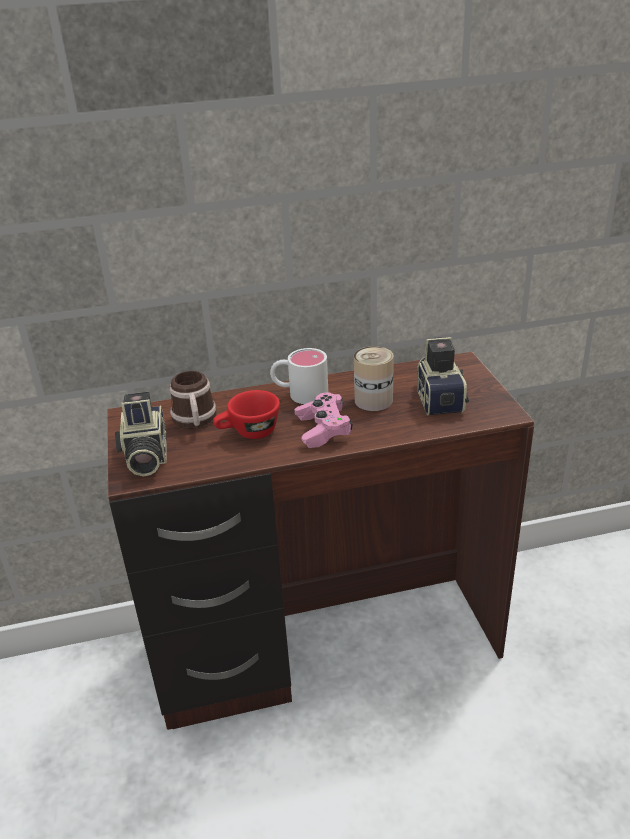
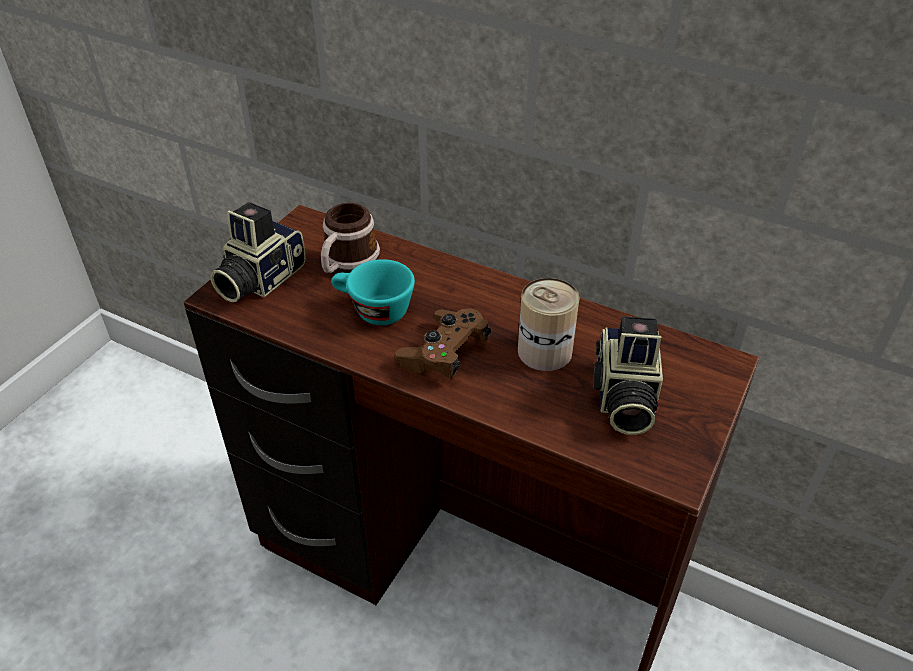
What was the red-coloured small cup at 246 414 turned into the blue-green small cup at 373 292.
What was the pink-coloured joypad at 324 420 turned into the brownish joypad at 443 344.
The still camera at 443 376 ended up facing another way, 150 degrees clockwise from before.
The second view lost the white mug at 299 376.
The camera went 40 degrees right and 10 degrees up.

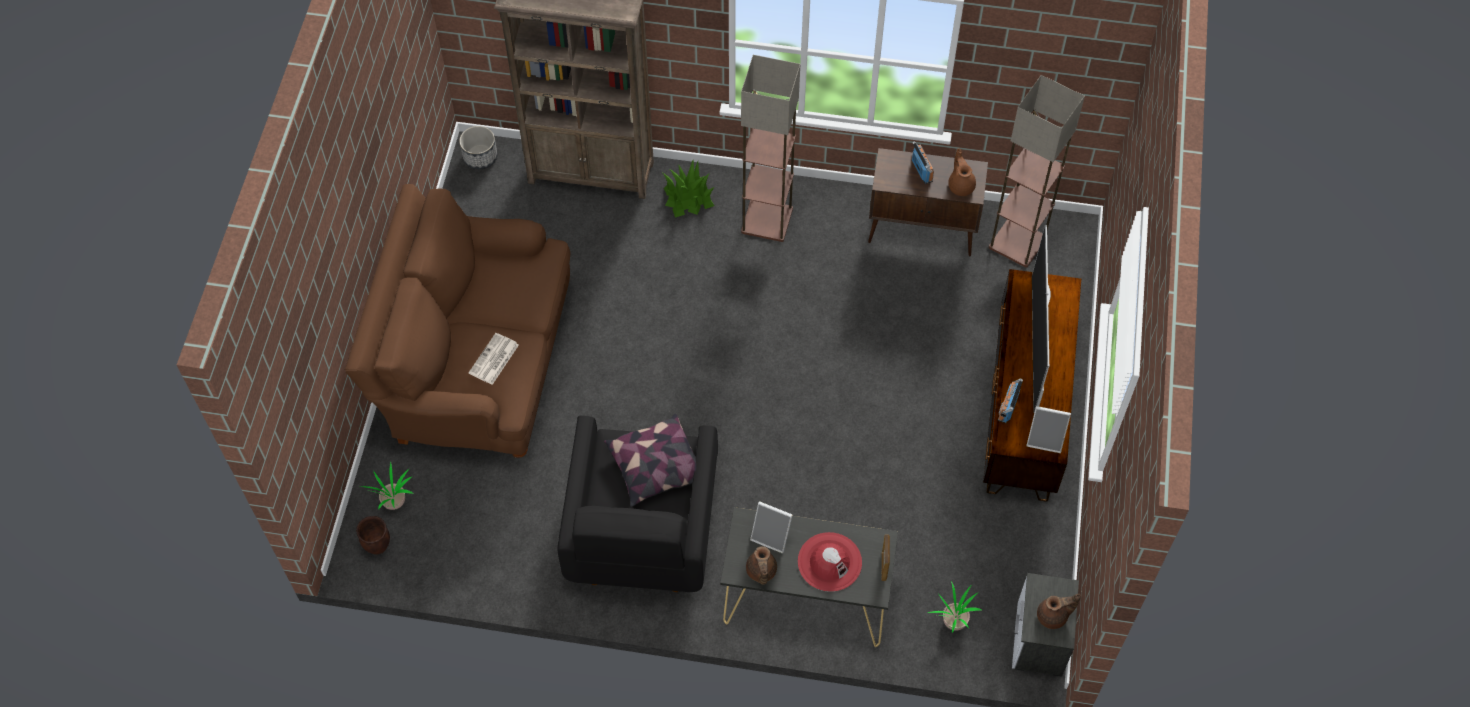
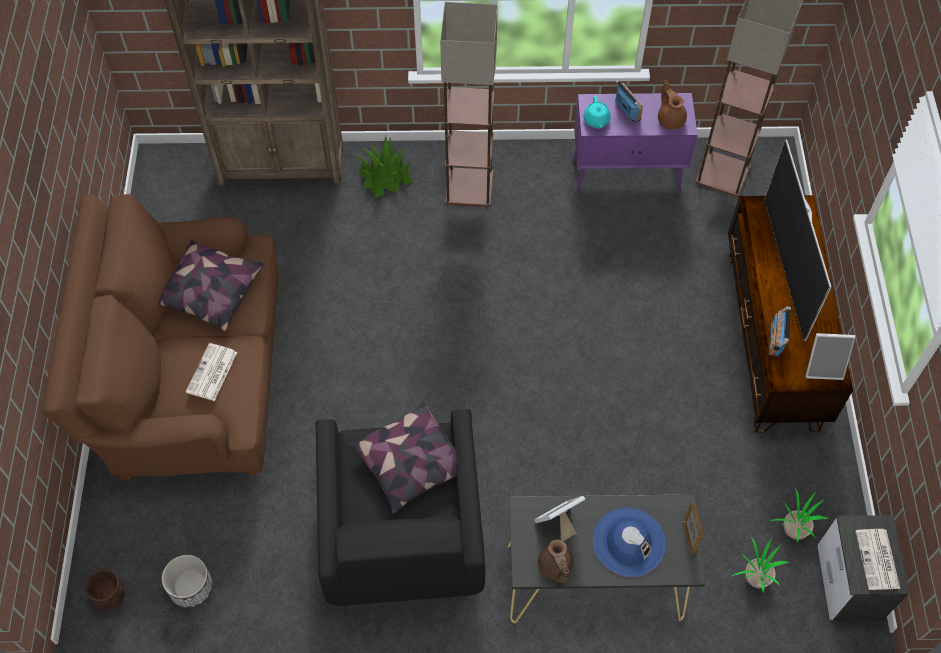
The second view gained the pillow at 211 285.
The flower pot ended up elsewhere, having gone from 478 147 to 187 581.
The picture frame at 771 527 ended up facing another way, 135 degrees clockwise from before.
What was the brownish cabinet at 928 202 turned into the purple-coloured cabinet at 635 144.
The second view gained the blue-green pot for tea at 597 112.
What was the red-coloured clothing hat at 830 562 turned into the blue clothing hat at 629 542.
The houseplant ended up elsewhere, having gone from 387 485 to 799 515.
Where the brownish pot for tea stood at 1059 611, the printed paper came to stand at 877 559.
The camera went 10 degrees left and 0 degrees up.

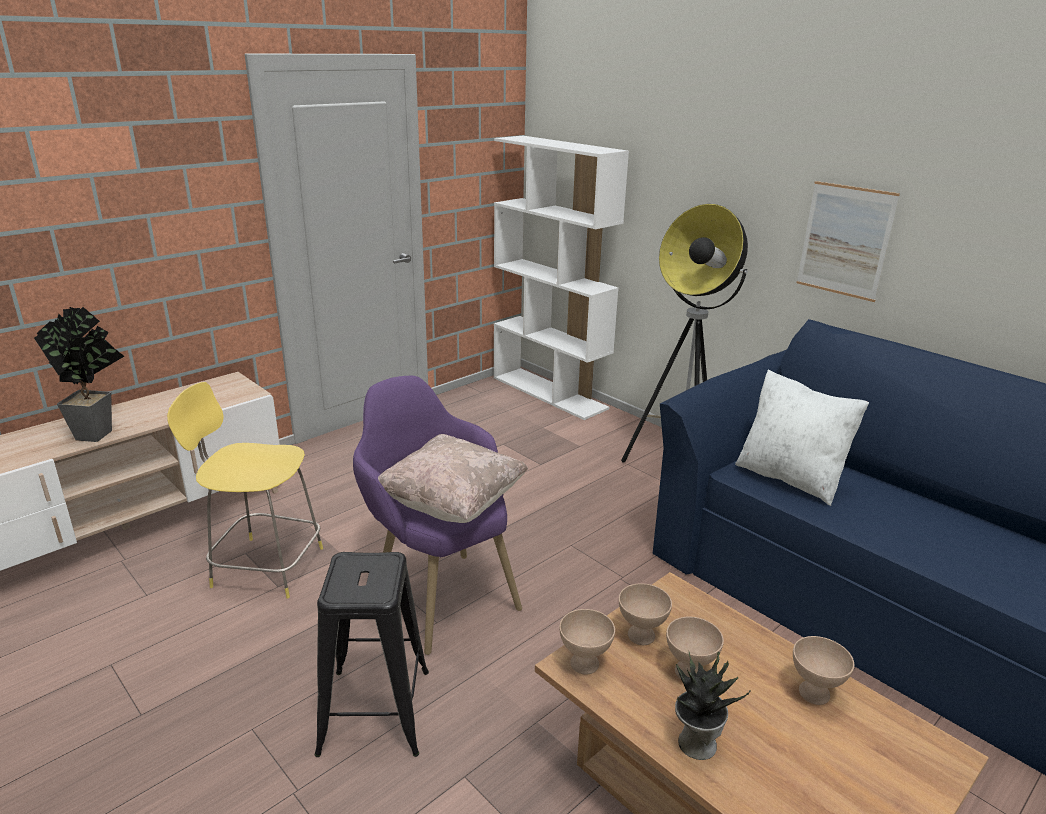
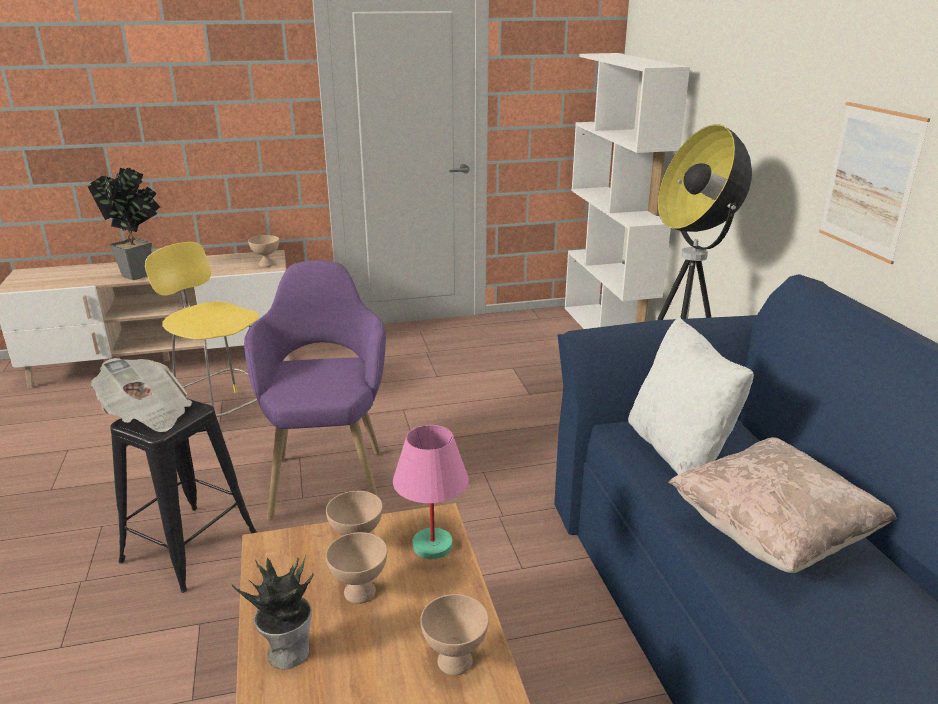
The second view gained the printed paper at 141 395.
The beige-coloured serving bowl ended up elsewhere, having gone from 587 642 to 263 251.
The second view gained the pink-coloured lamp for a table at 431 492.
The beige-coloured pillow ended up elsewhere, having gone from 453 478 to 782 505.
The camera went 30 degrees right and 0 degrees up.

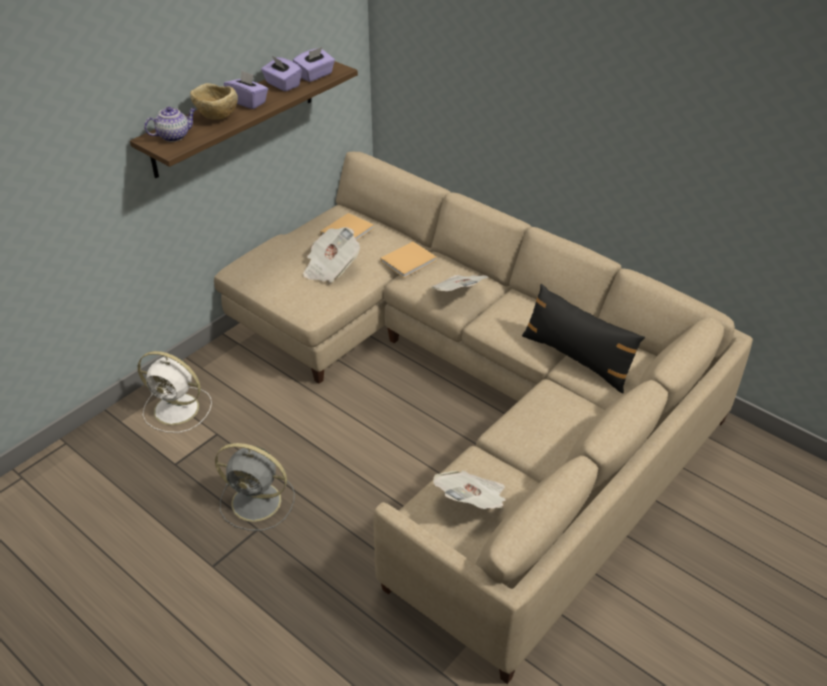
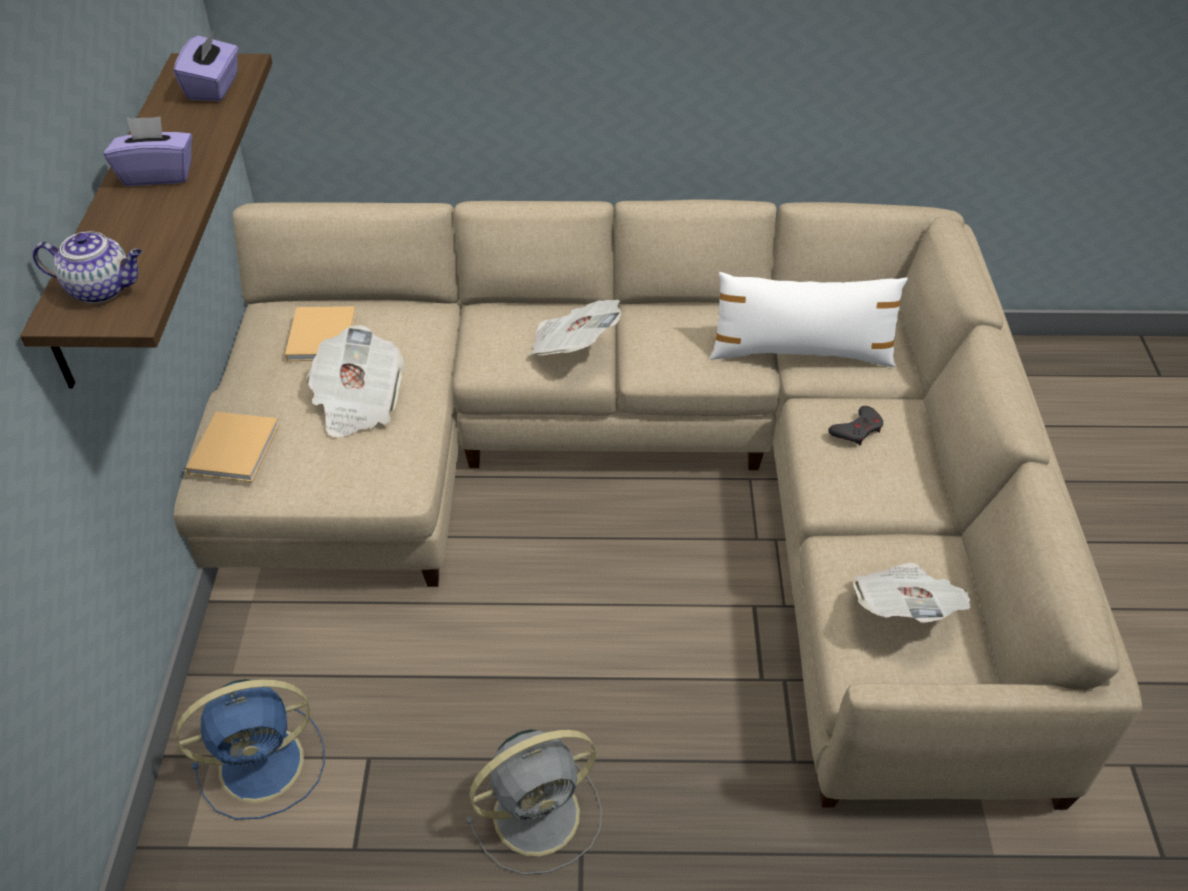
The pot for tea at 170 124 ended up facing another way, 75 degrees clockwise from before.
What was the white cooling fan at 175 392 turned into the blue cooling fan at 250 749.
The beige-coloured book ended up elsewhere, having gone from 409 260 to 232 447.
What was the black-coloured pillow at 583 338 turned into the white pillow at 809 319.
The second view gained the grey joypad at 855 425.
The second view lost the beige-coloured serving bowl at 214 101.
The second view lost the purple-coloured tissue box at 281 74.
The camera went 40 degrees left and 5 degrees up.

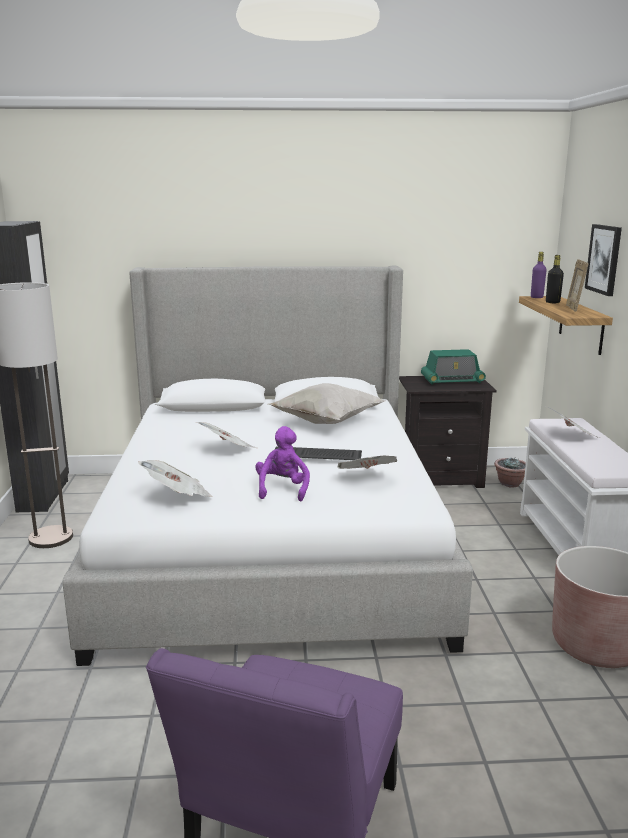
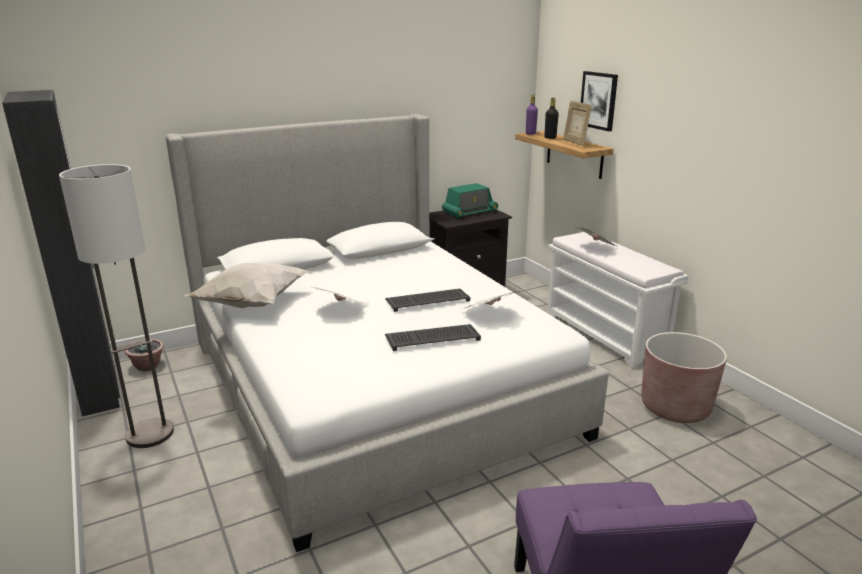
The houseplant ended up elsewhere, having gone from 510 472 to 144 355.
The white pillow ended up elsewhere, having gone from 326 403 to 247 285.
Where the purple-coloured cuddly toy stood at 282 463, the computer keyboard came to stand at 433 337.
The second view lost the printed paper at 175 478.
The camera went 25 degrees left and 5 degrees up.

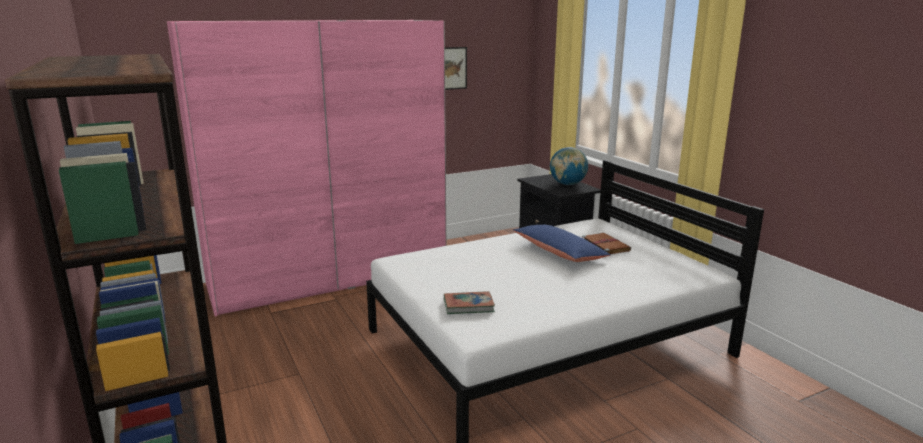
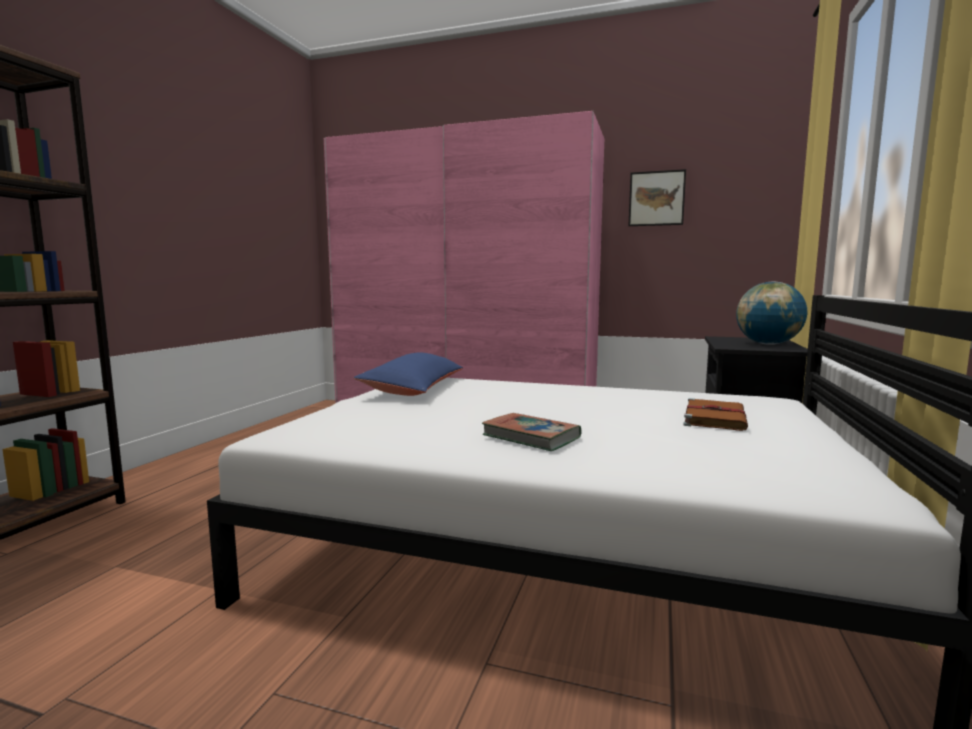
The blue pillow ended up elsewhere, having gone from 561 243 to 408 374.
The book ended up elsewhere, having gone from 469 302 to 531 432.
The camera went 45 degrees right and 10 degrees down.

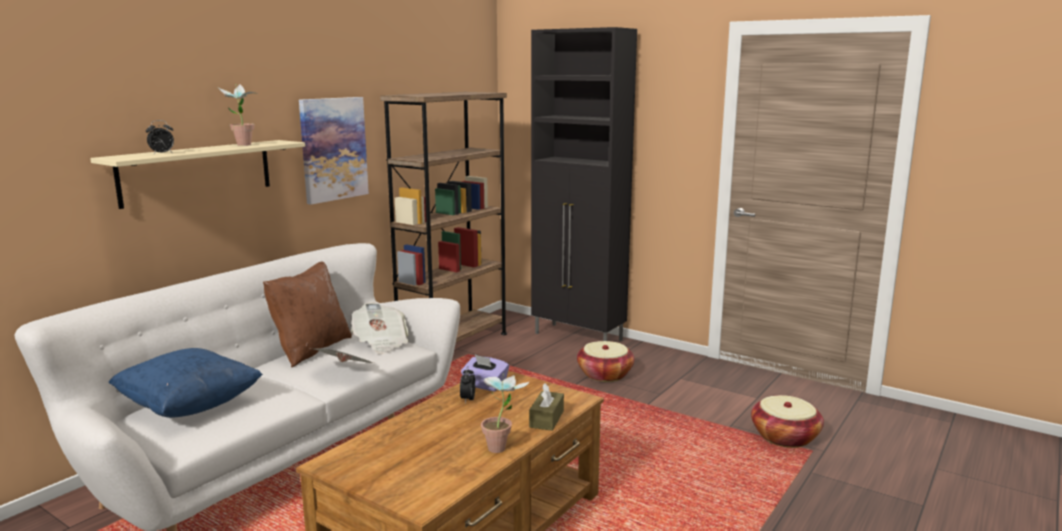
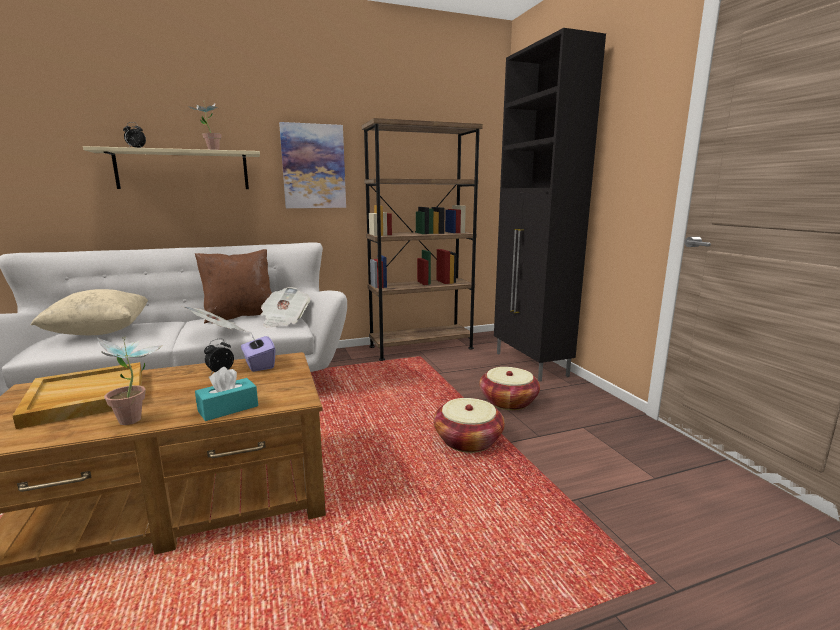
The second view gained the beige-coloured carrying tray at 77 395.
What was the blue pillow at 186 383 turned into the beige-coloured pillow at 89 312.
What was the brownish tissue box at 546 407 turned into the blue-green tissue box at 226 394.
The basket ended up elsewhere, having gone from 787 421 to 469 425.
The camera went 35 degrees right and 0 degrees up.

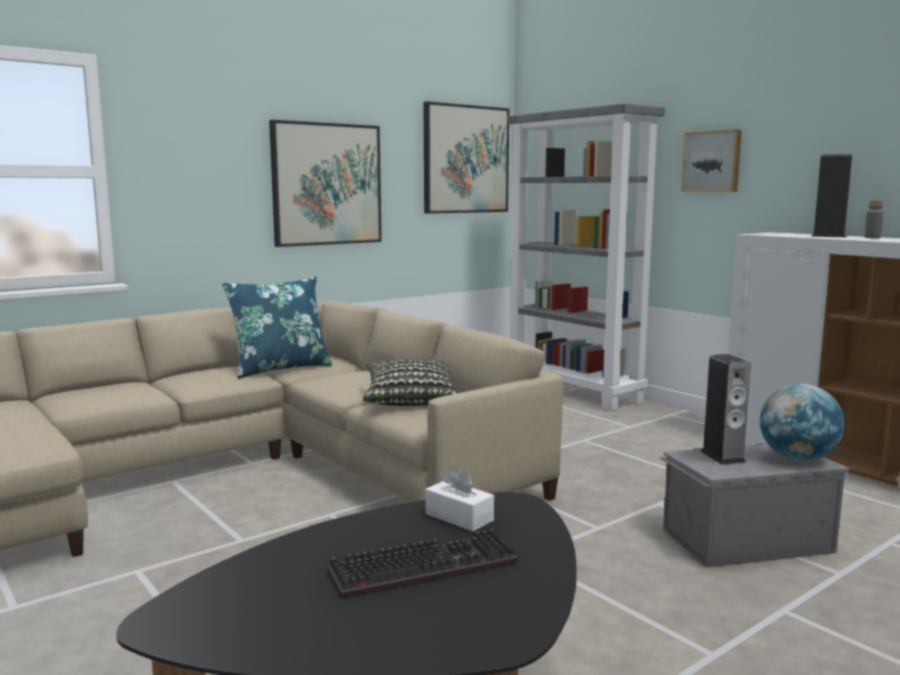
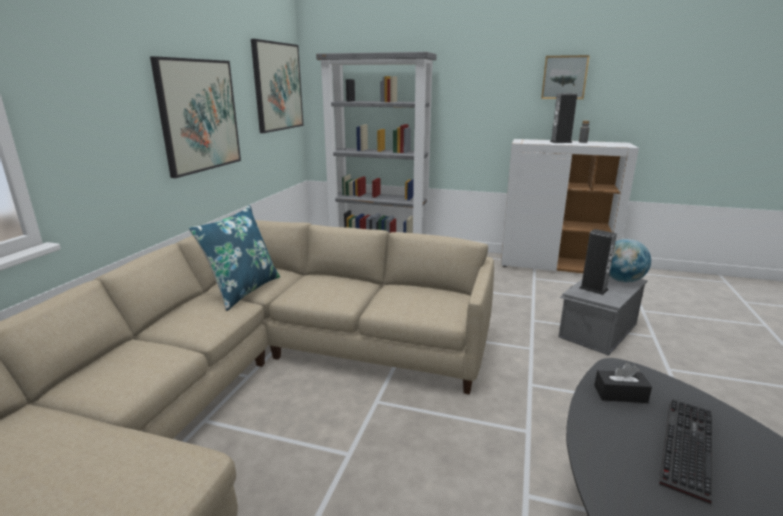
The wall picture ended up elsewhere, having gone from 711 160 to 565 77.
What was the white tissue box at 459 499 turned into the black-coloured tissue box at 623 383.
The second view lost the pillow at 410 382.
The camera went 35 degrees left and 10 degrees up.

